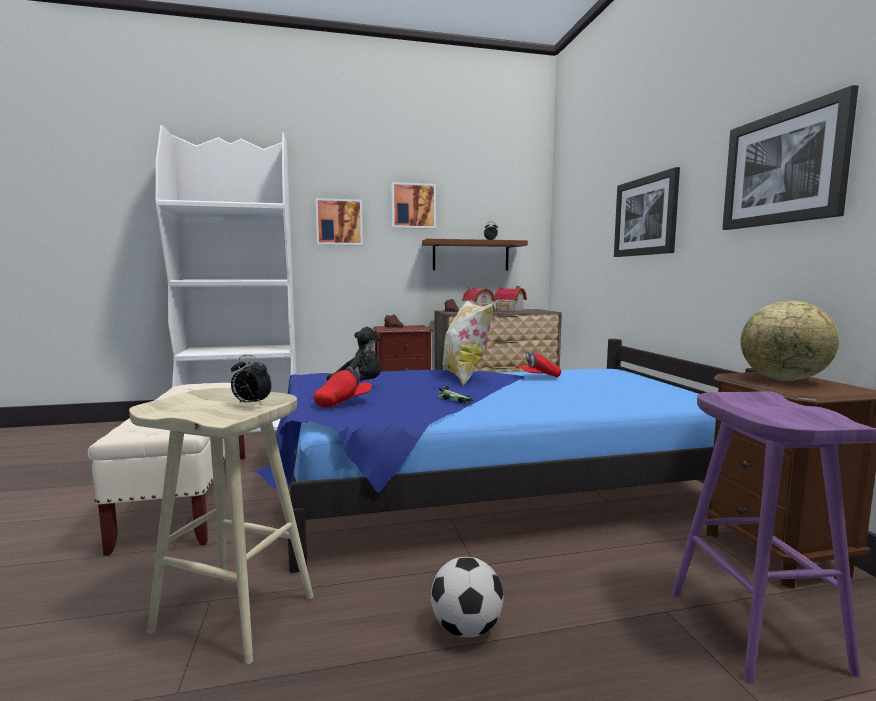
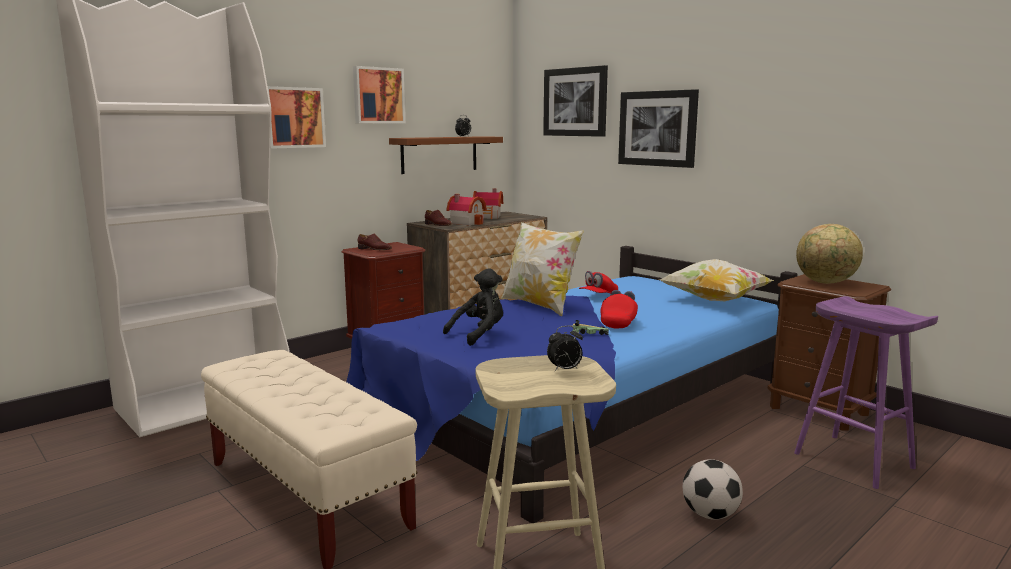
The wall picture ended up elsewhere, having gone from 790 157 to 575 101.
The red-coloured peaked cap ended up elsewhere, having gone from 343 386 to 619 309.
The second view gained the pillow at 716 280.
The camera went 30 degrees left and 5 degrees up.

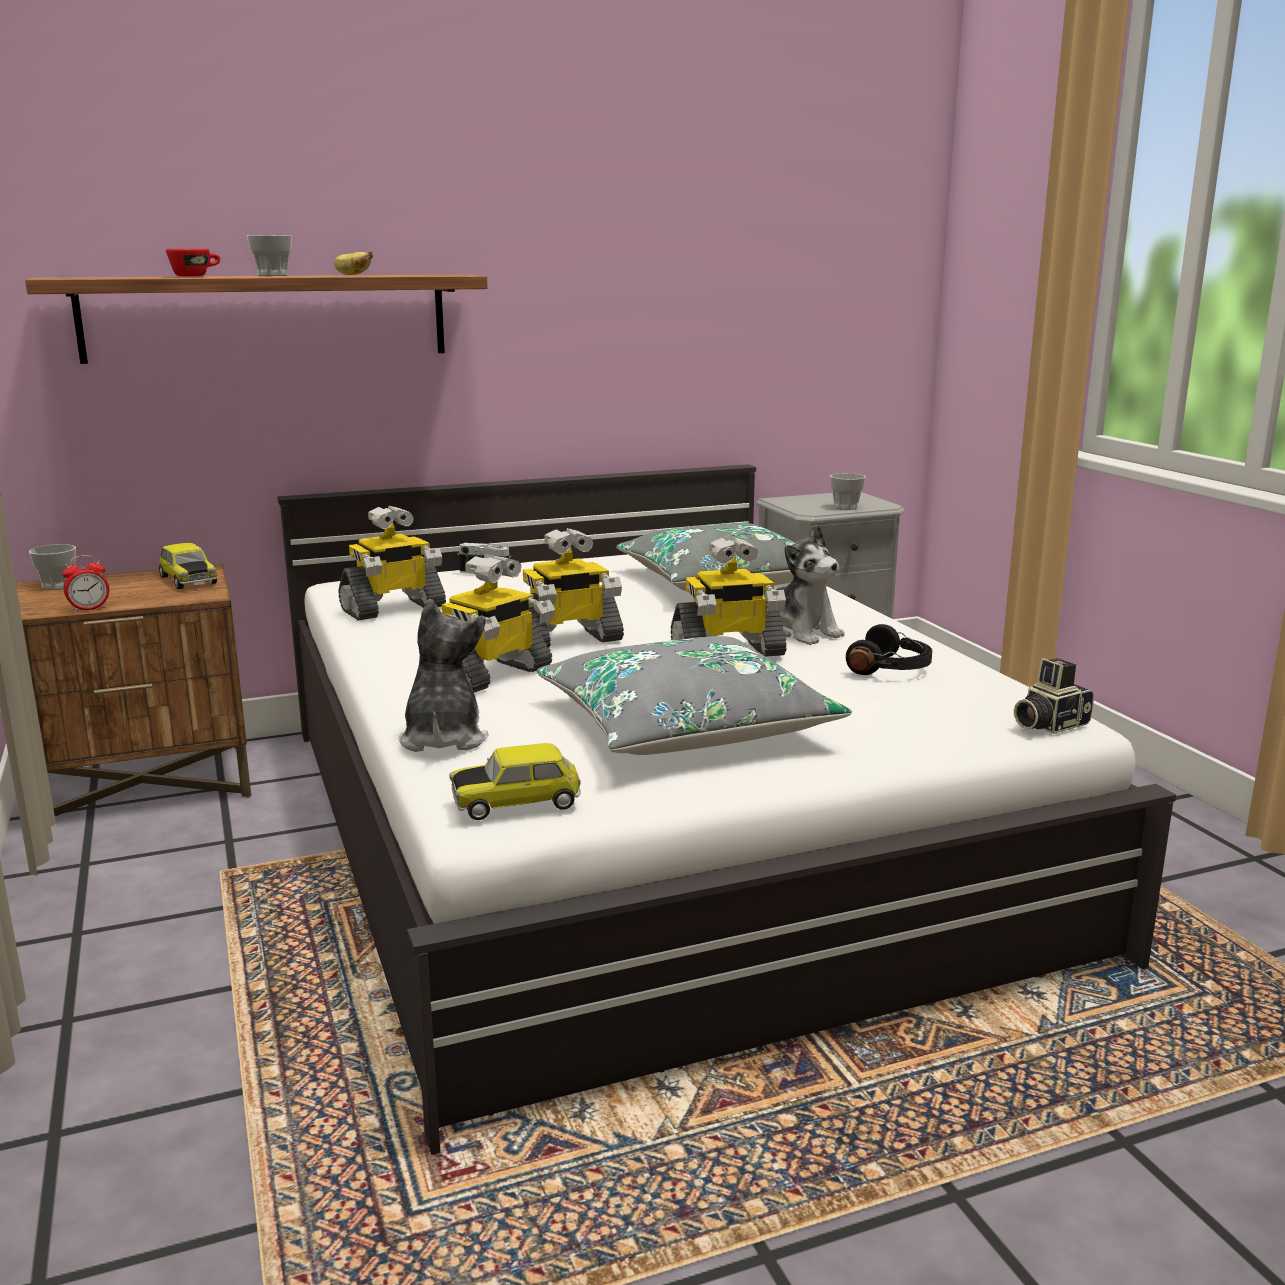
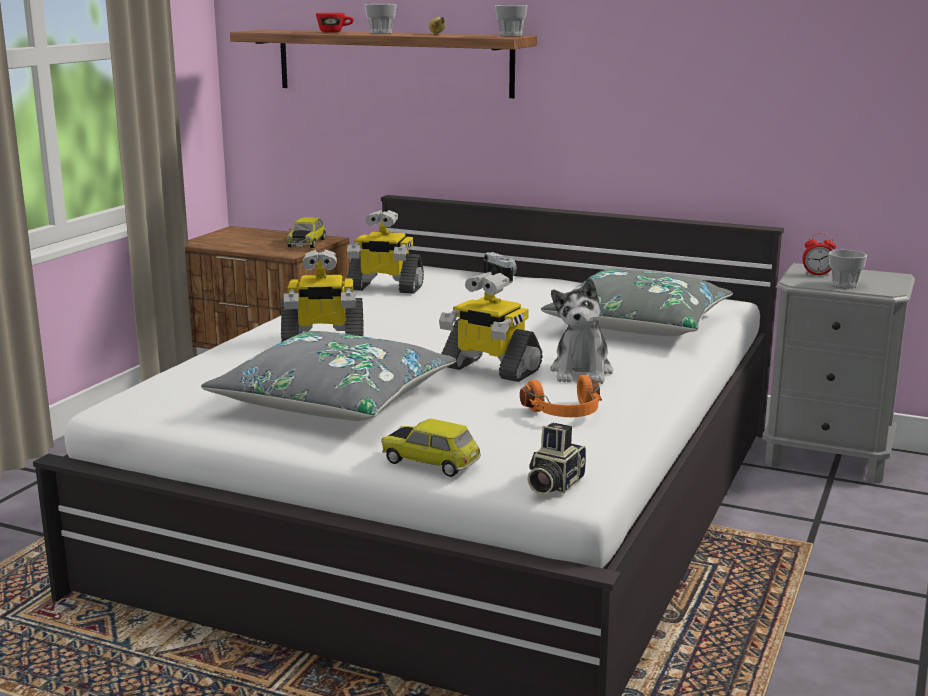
The miniature car ended up elsewhere, having gone from 515 781 to 431 448.
The small cup ended up elsewhere, having gone from 52 567 to 511 20.
What was the black-coloured pair of headphones at 889 649 turned into the orange-coloured pair of headphones at 561 396.
The still camera at 1054 696 ended up facing another way, 75 degrees counterclockwise from before.
The alarm clock ended up elsewhere, having gone from 85 583 to 819 254.
The second view lost the cuddly toy at 443 675.
The second view lost the robot figure at 573 588.
The camera went 45 degrees right and 0 degrees up.

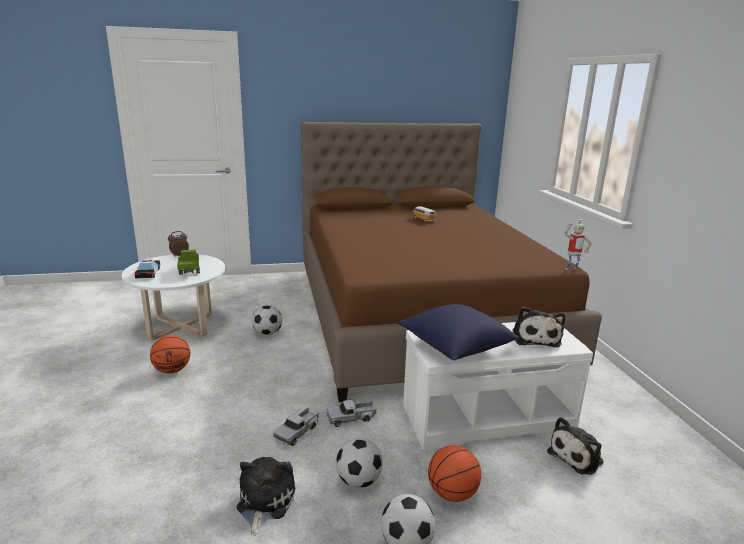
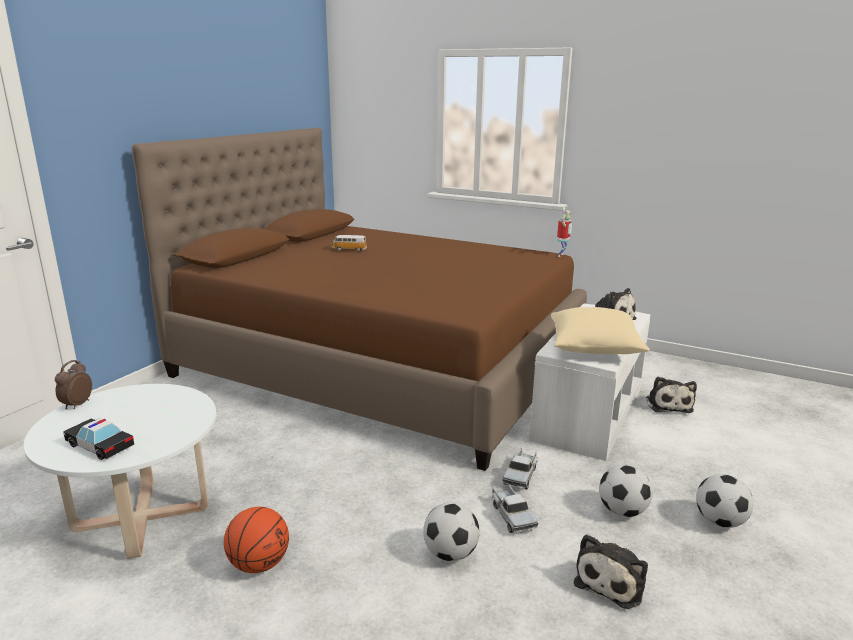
The football ended up elsewhere, having gone from 267 320 to 451 531.
What was the blue pillow at 459 332 turned into the beige-coloured pillow at 600 330.
The cuddly toy at 266 496 ended up facing another way, 105 degrees counterclockwise from before.
The second view lost the toy truck at 188 262.
The second view lost the basketball ball at 454 473.
The camera went 50 degrees left and 0 degrees up.

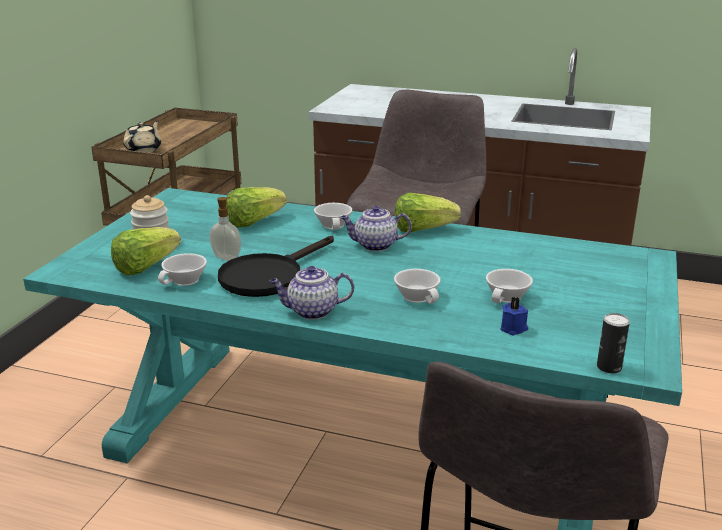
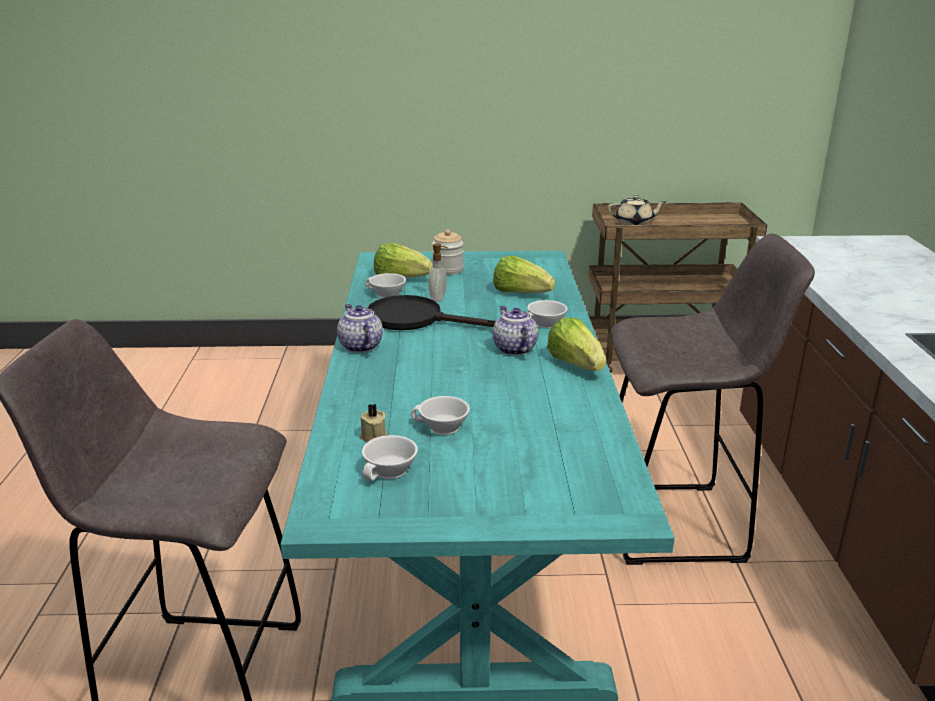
What was the blue wax candle at 514 316 turned into the beige-coloured wax candle at 374 423.
The white small cup ended up elsewhere, having gone from 417 286 to 390 458.
The second view lost the can at 613 343.
The camera went 70 degrees right and 0 degrees up.

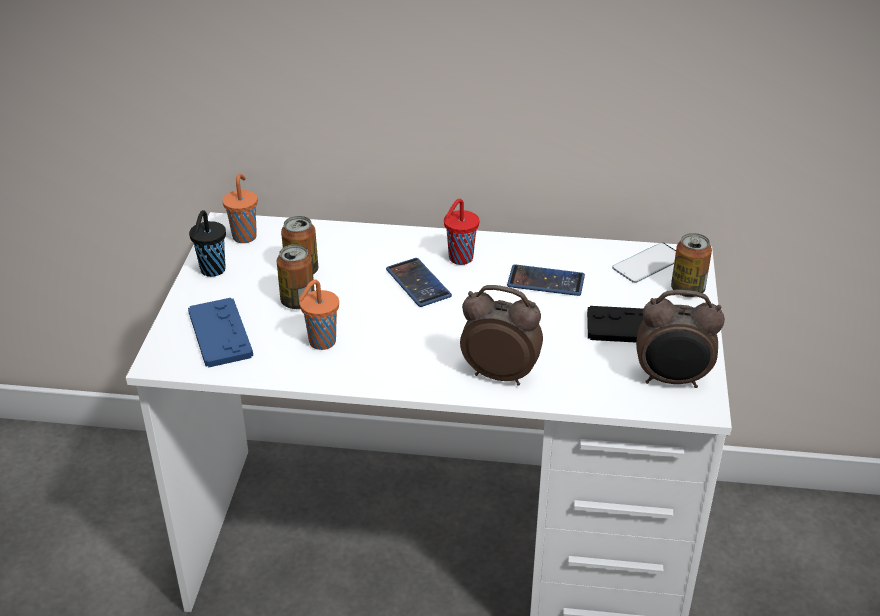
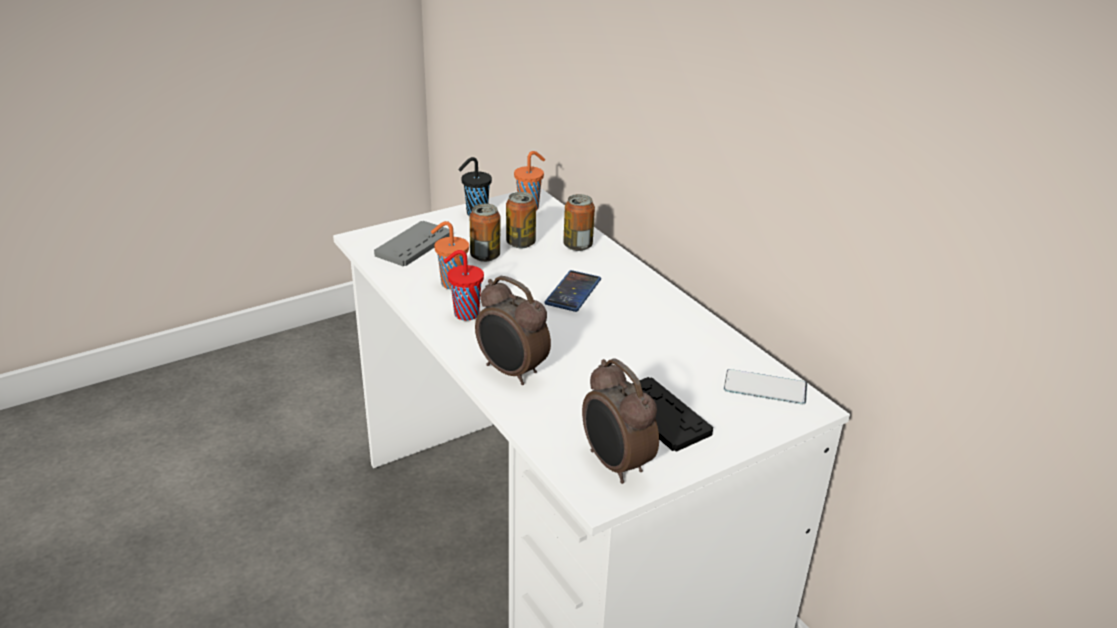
What was the blue joypad at 220 333 turned into the grey joypad at 412 243.
The red-coloured small cup ended up elsewhere, having gone from 461 232 to 464 285.
The alarm clock at 501 335 ended up facing another way, 150 degrees clockwise from before.
The can ended up elsewhere, having gone from 691 265 to 579 222.
The second view lost the telephone at 546 280.
The camera went 50 degrees right and 5 degrees down.

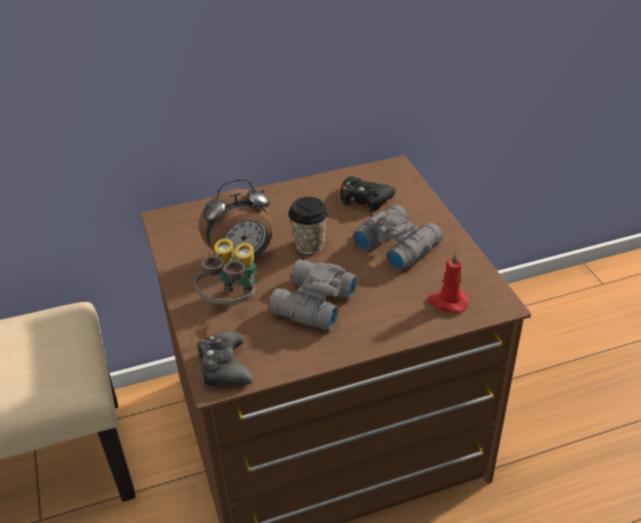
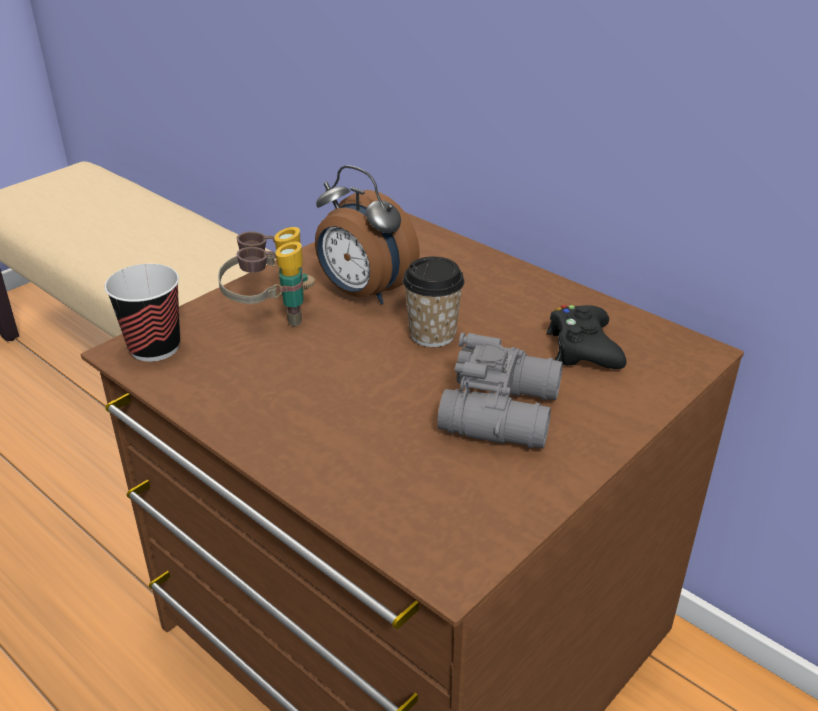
Where the black-coloured joypad stood at 225 358, the small cup came to stand at 142 313.
The second view lost the grey binoculars at 313 294.
The second view lost the red-coloured wax candle at 448 282.
The camera went 60 degrees right and 5 degrees down.

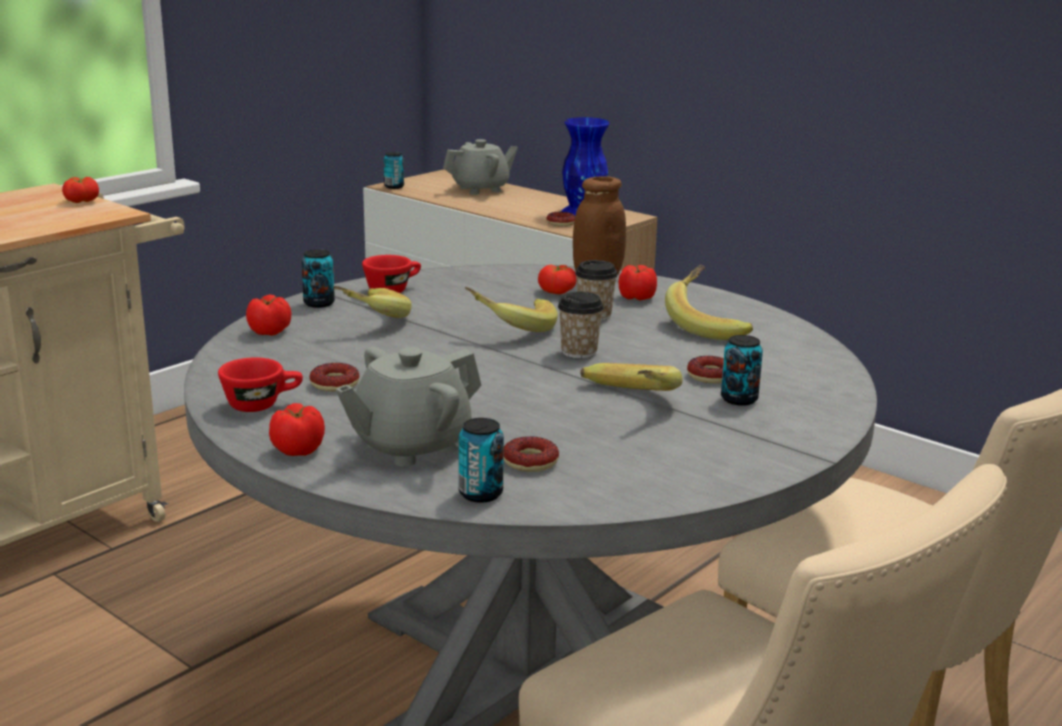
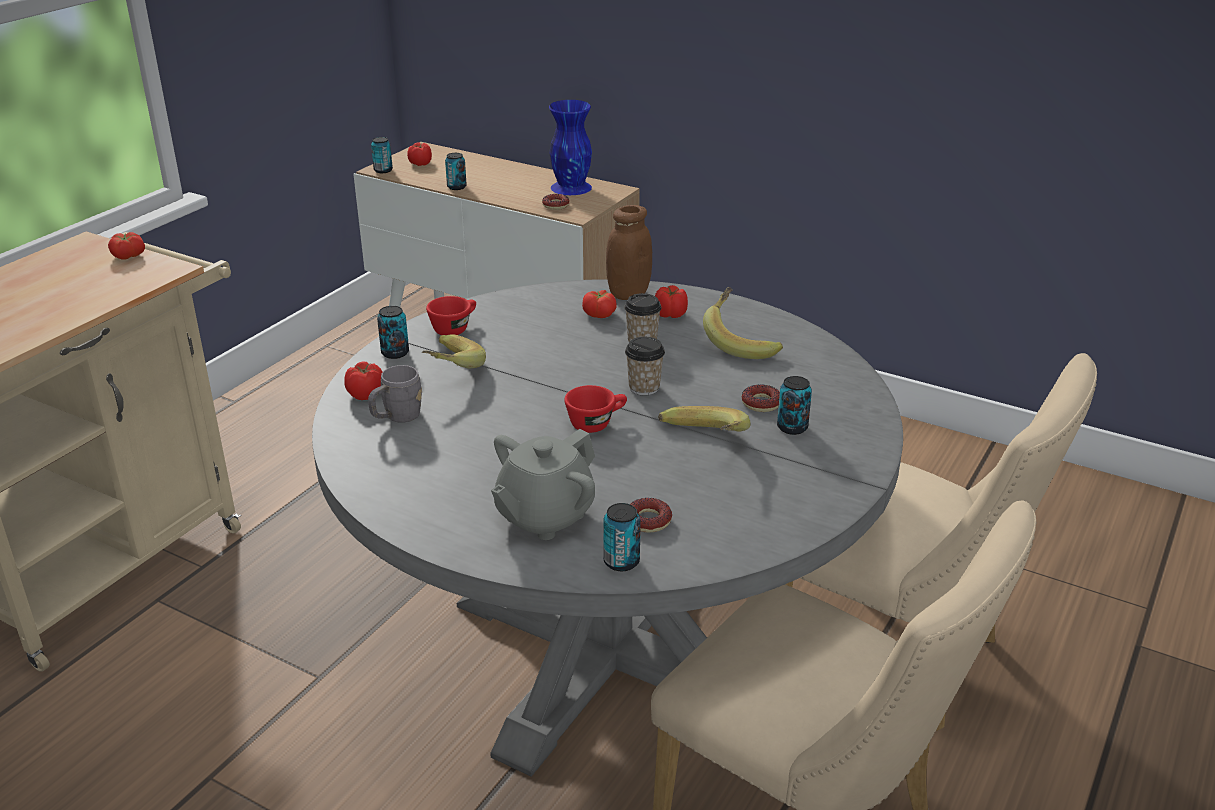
The second view gained the grey mug at 395 394.
The tomato ended up elsewhere, having gone from 297 429 to 419 154.
The second view gained the can at 456 171.
The red-coloured small cup ended up elsewhere, having gone from 260 385 to 595 409.
The second view lost the ring doughnut at 334 377.
The second view lost the grey pot for tea at 480 166.
The second view lost the banana at 511 309.
The camera went 10 degrees left and 10 degrees up.

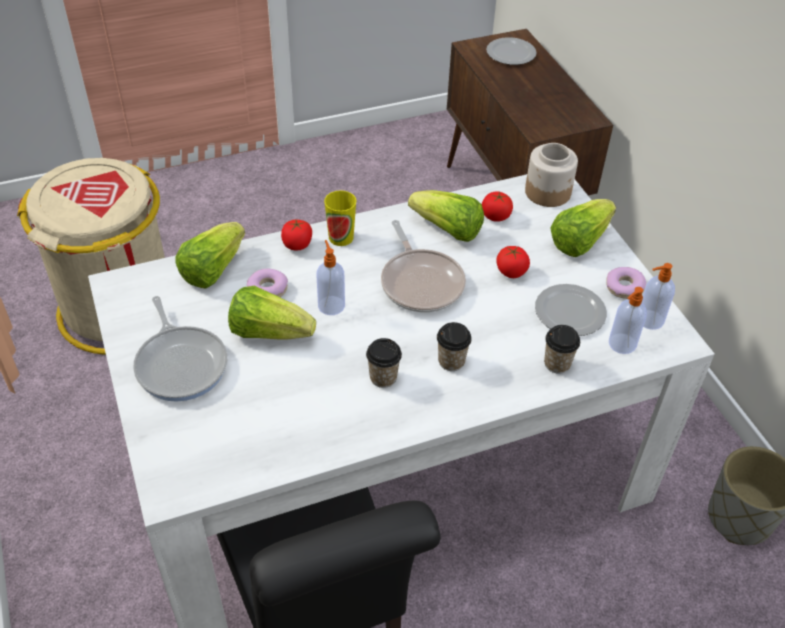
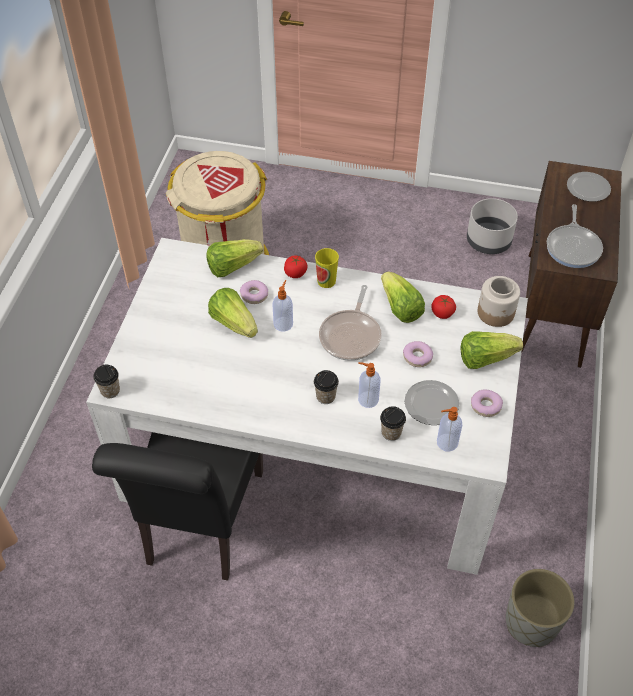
The small cup ended up elsewhere, having gone from 384 363 to 106 381.
The soap dispenser ended up elsewhere, having gone from 658 296 to 369 385.
Where the tomato stood at 513 262, the ring doughnut came to stand at 418 354.
The second view gained the grey flower pot at 492 226.
The pan ended up elsewhere, having gone from 180 349 to 575 236.
The camera went 35 degrees right and 5 degrees up.

